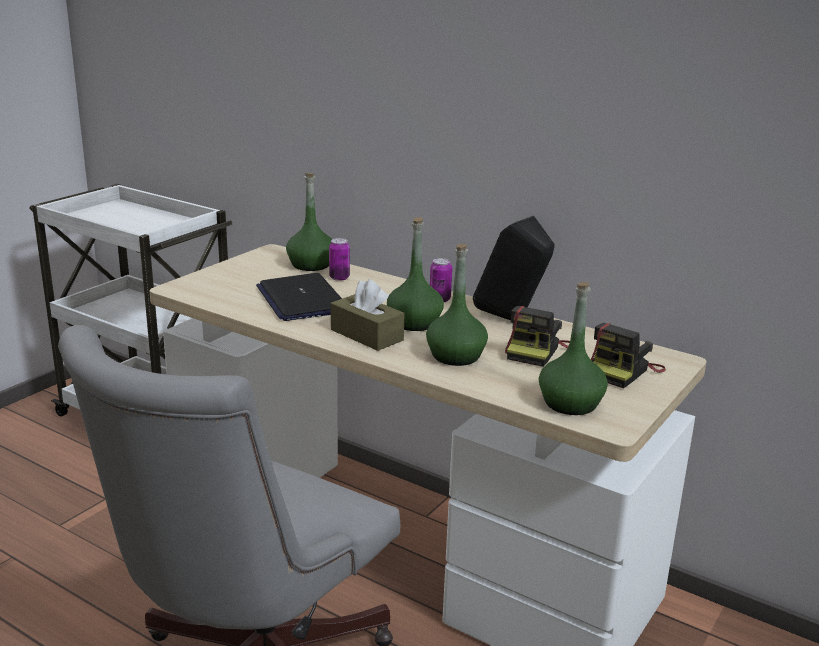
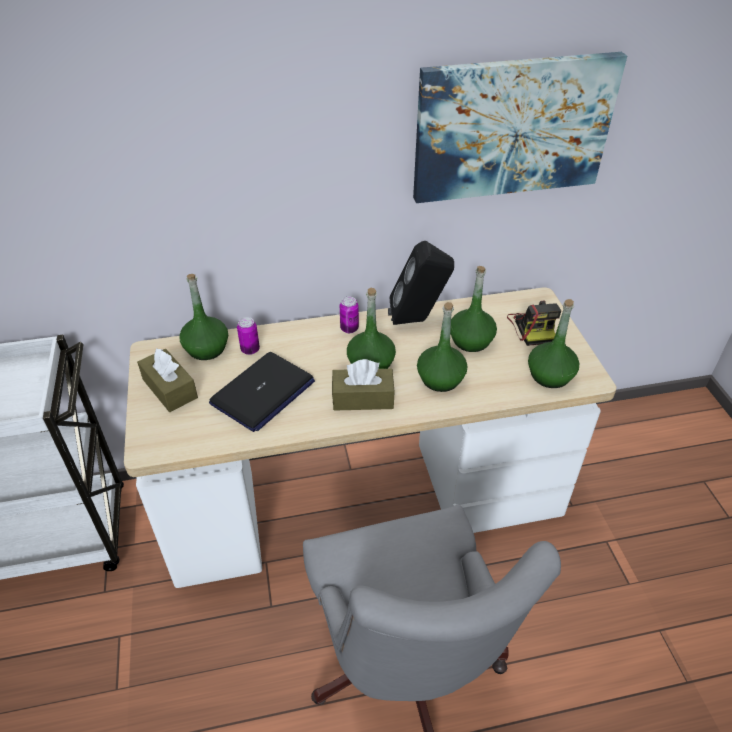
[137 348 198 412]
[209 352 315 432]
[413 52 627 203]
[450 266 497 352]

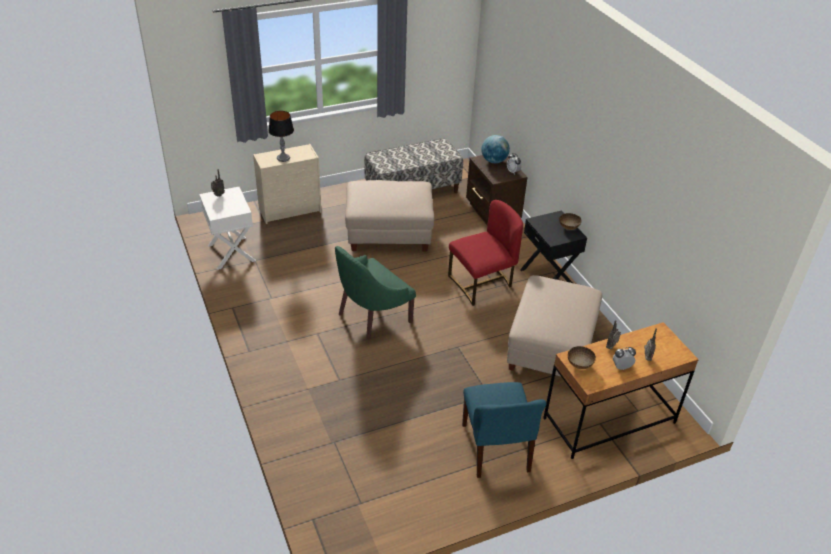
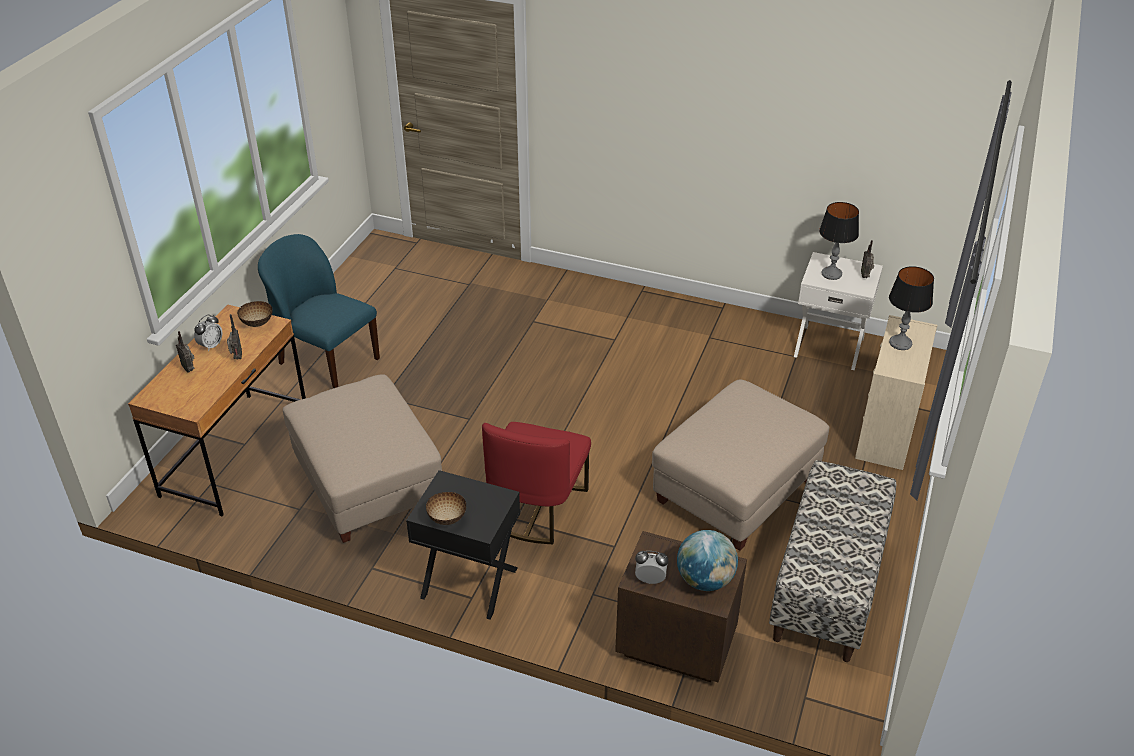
[819 202 859 280]
[335 246 416 340] (first image)

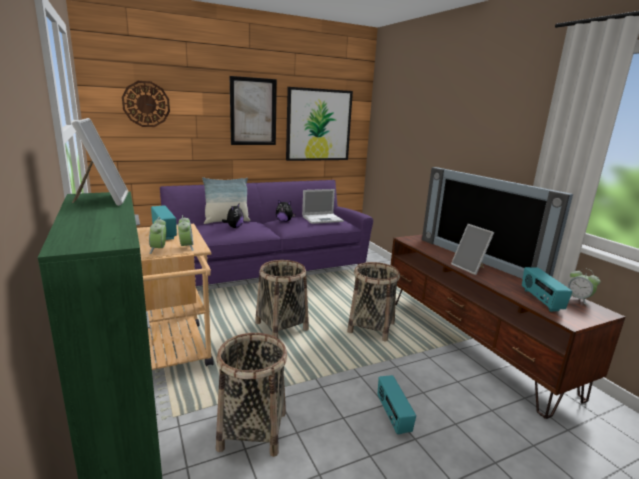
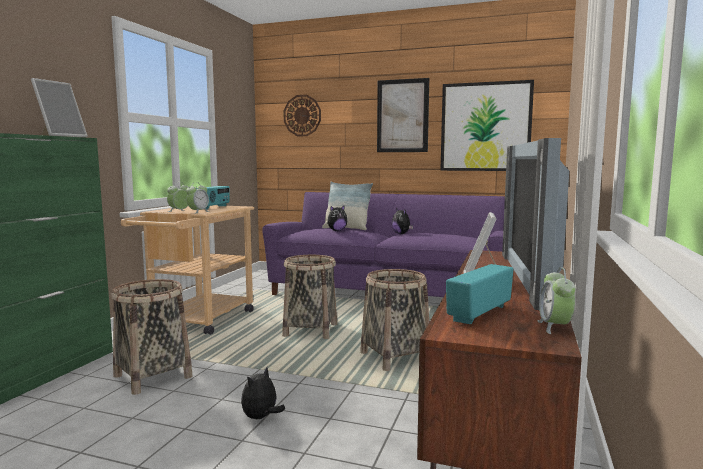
[241 367 285 419]
[302 189 344 224] (first image)

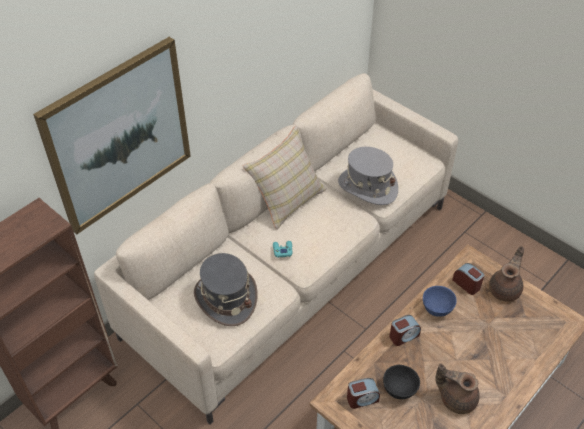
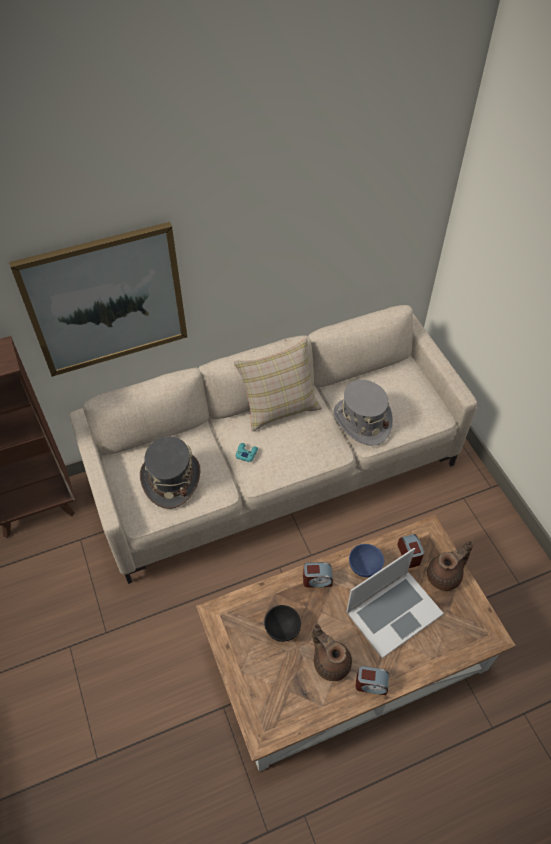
[346 548 444 658]
[356 666 389 695]

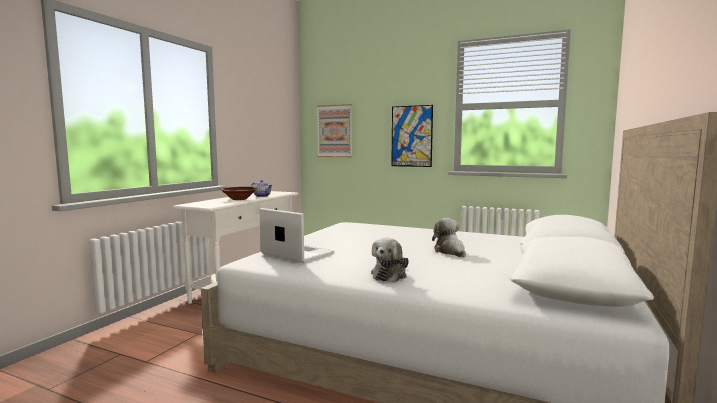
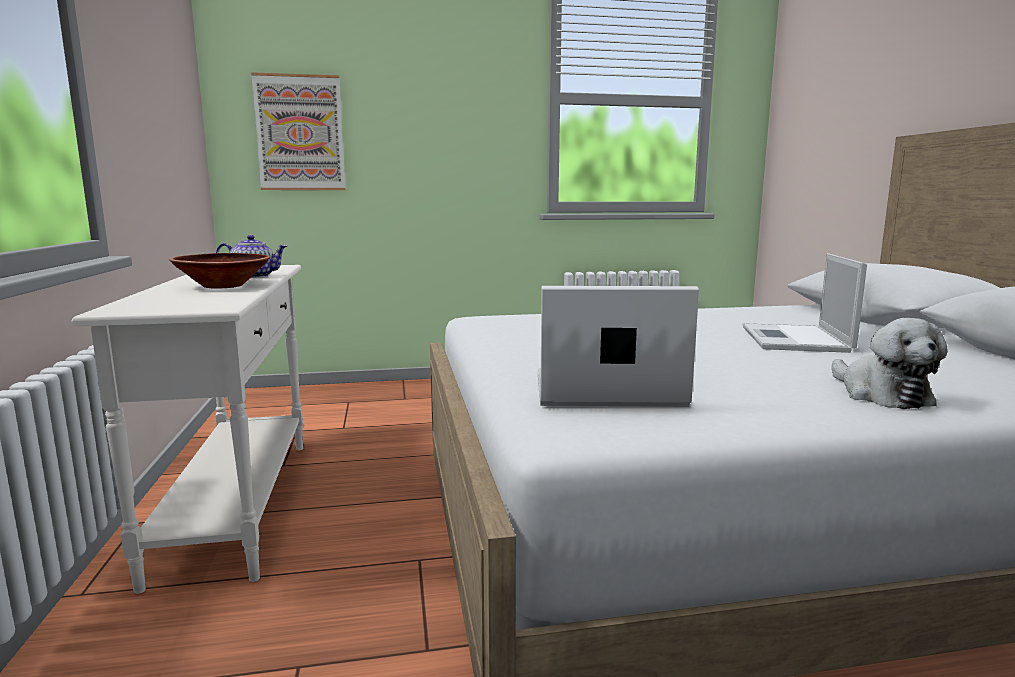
[743 253 867 353]
[391 105 433 167] (first image)

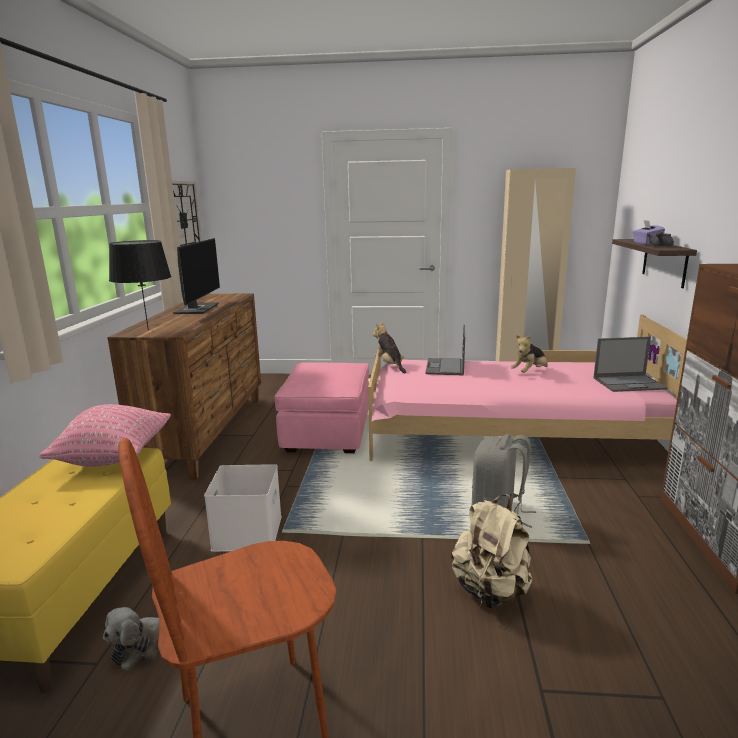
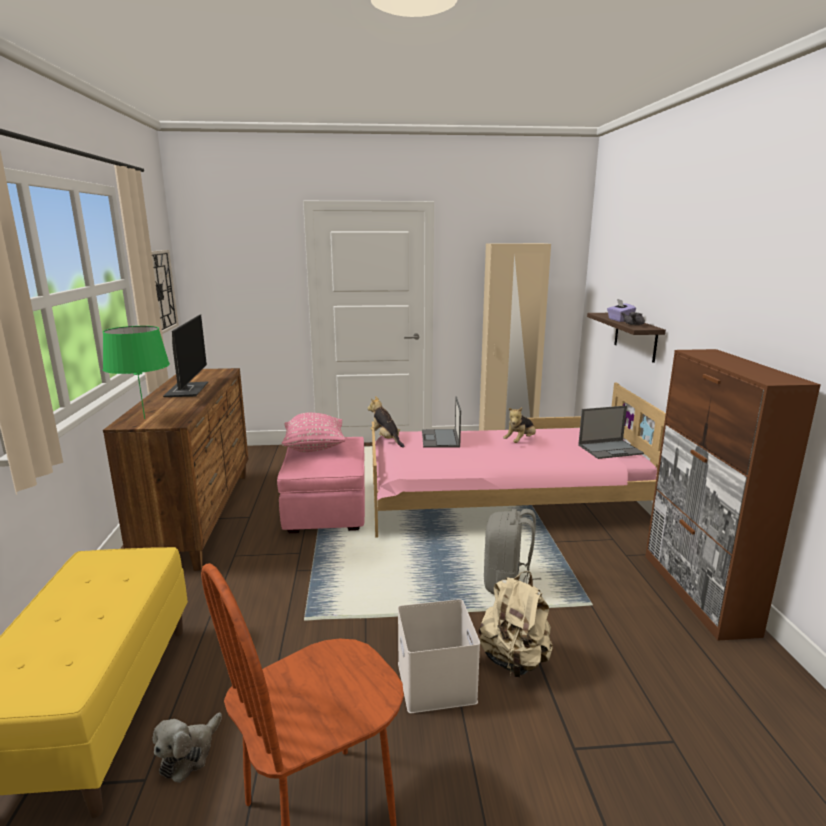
[103 326 170 419]
[282 413 346 452]
[398 599 480 713]

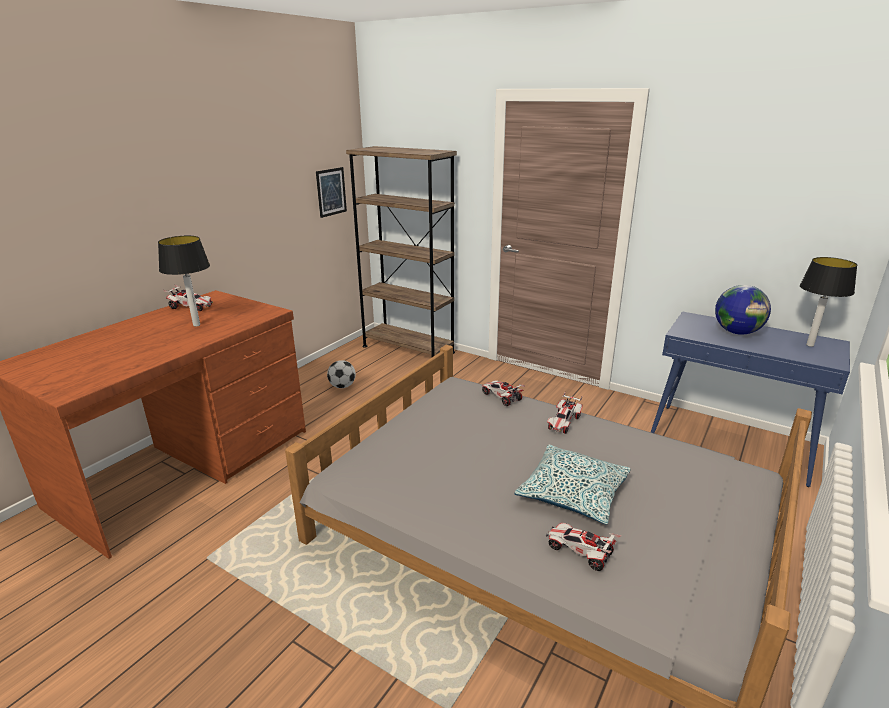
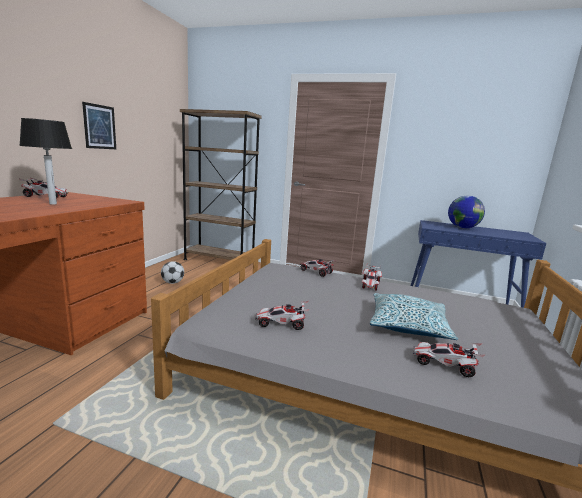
[82 102 116 149]
[255 301 309 330]
[800 257 857 347] (first image)

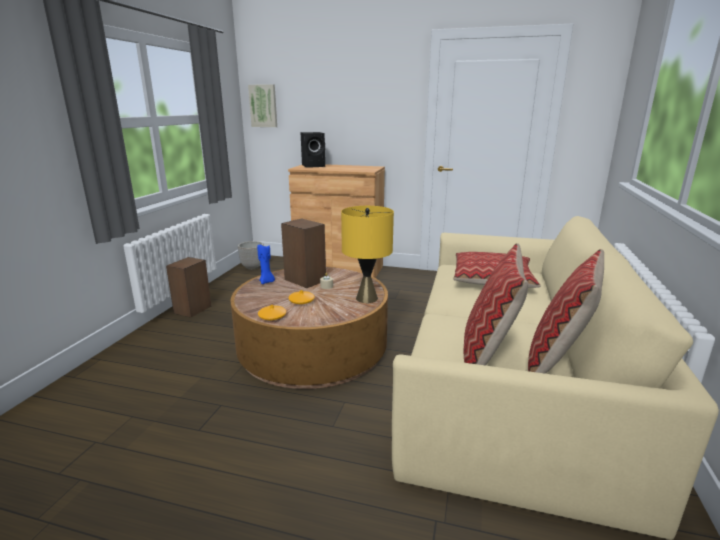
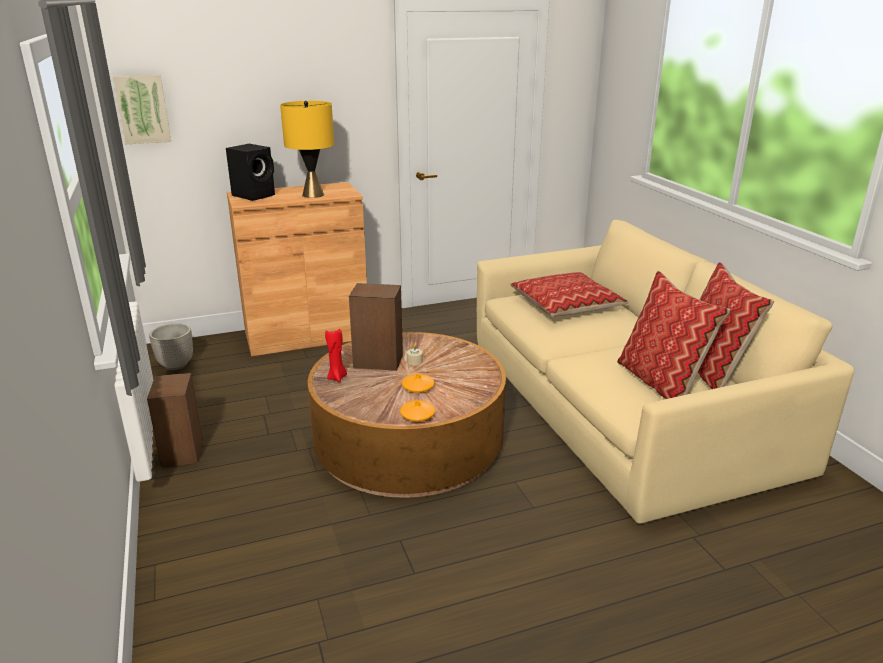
[280 101 334 198]
[325 329 347 382]

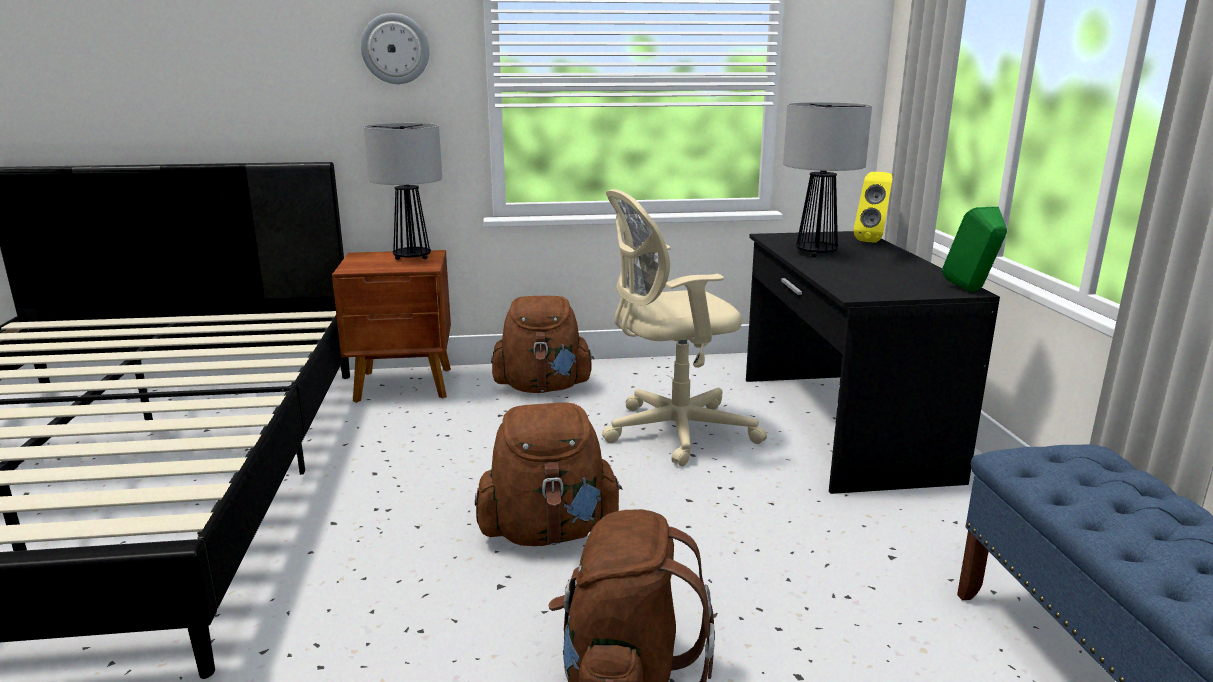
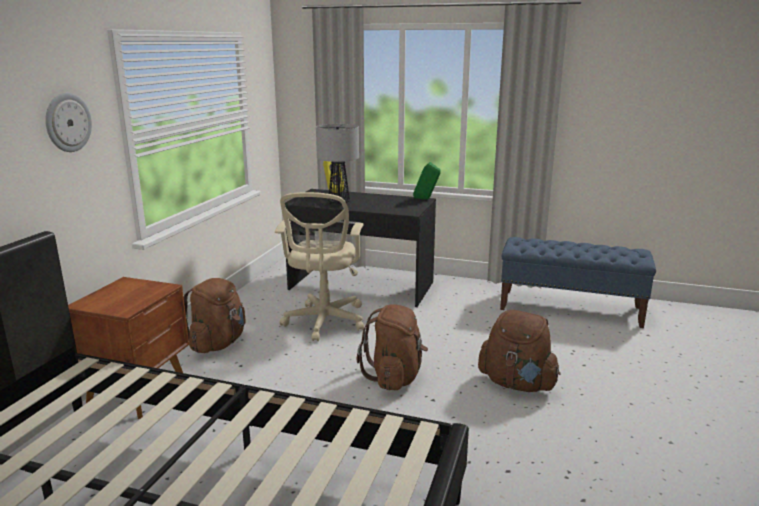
[364 123 442 260] (first image)

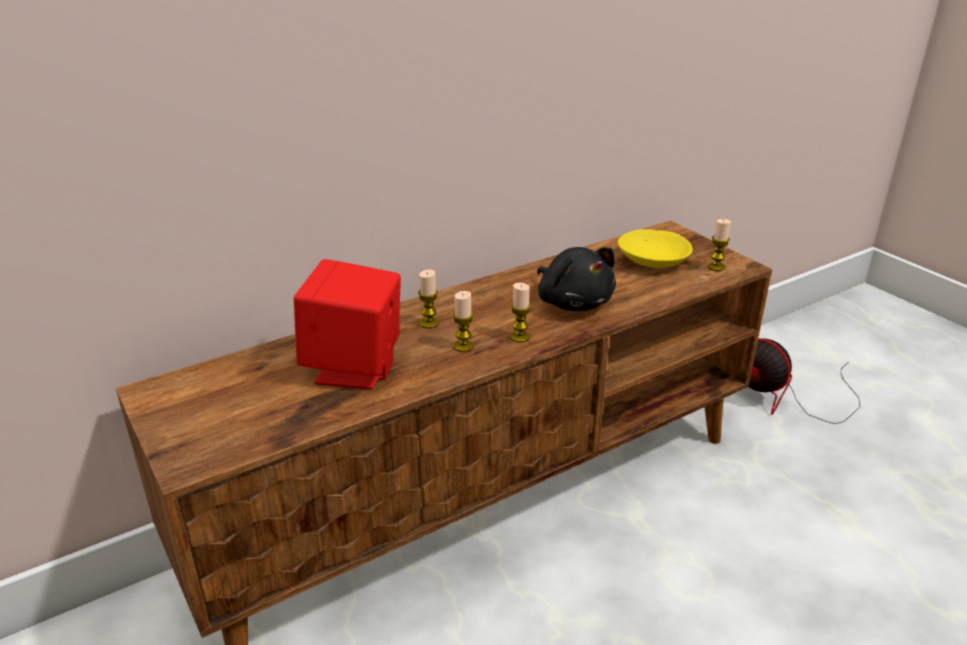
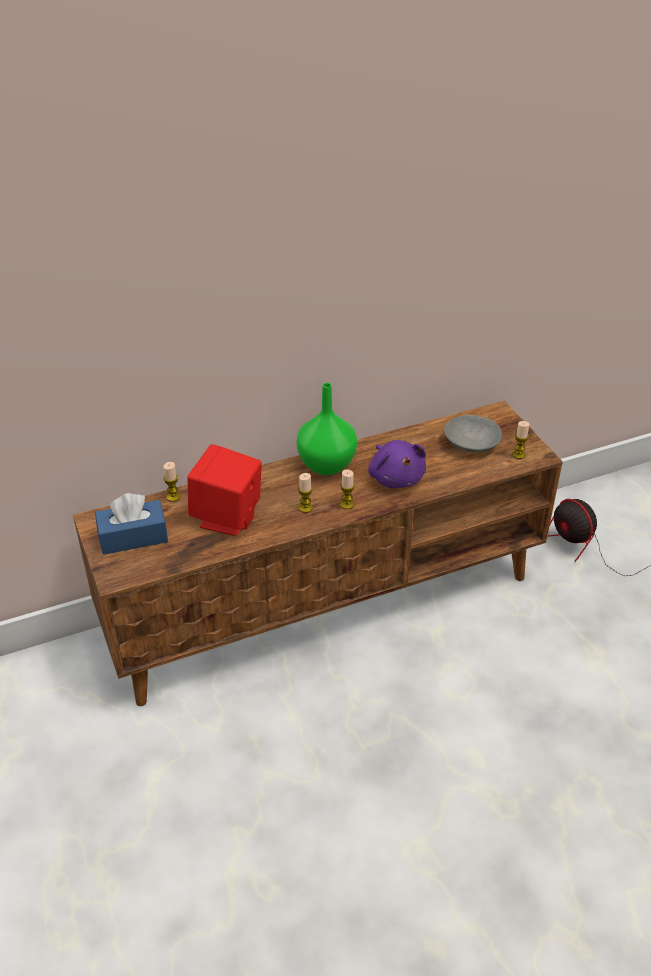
[95 493 168 555]
[163 462 180 502]
[297 383 357 475]
[368 440 426 488]
[444 415 502 453]

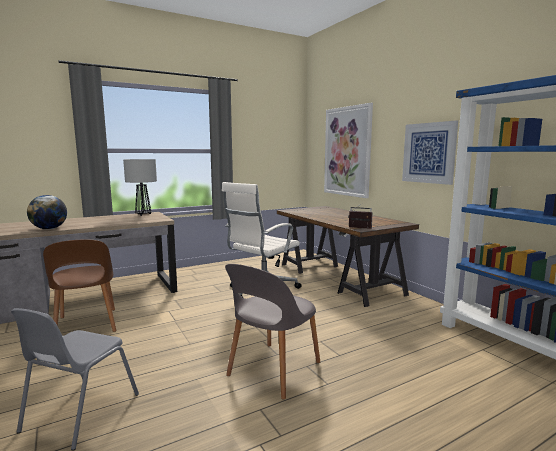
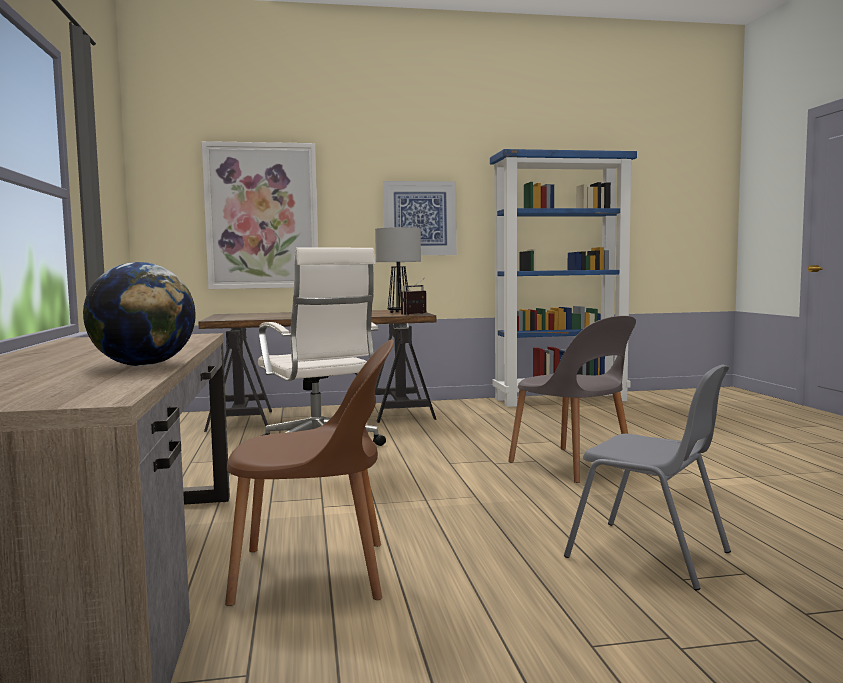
[375 227 421 313]

